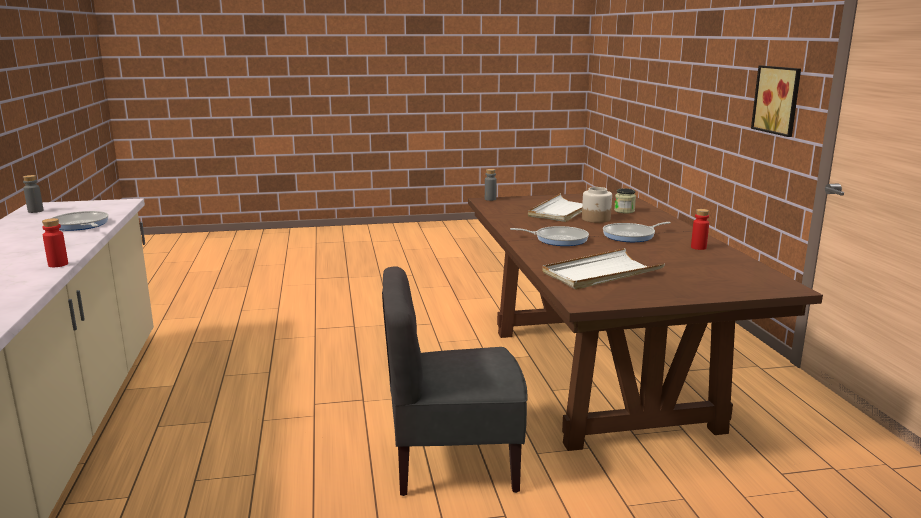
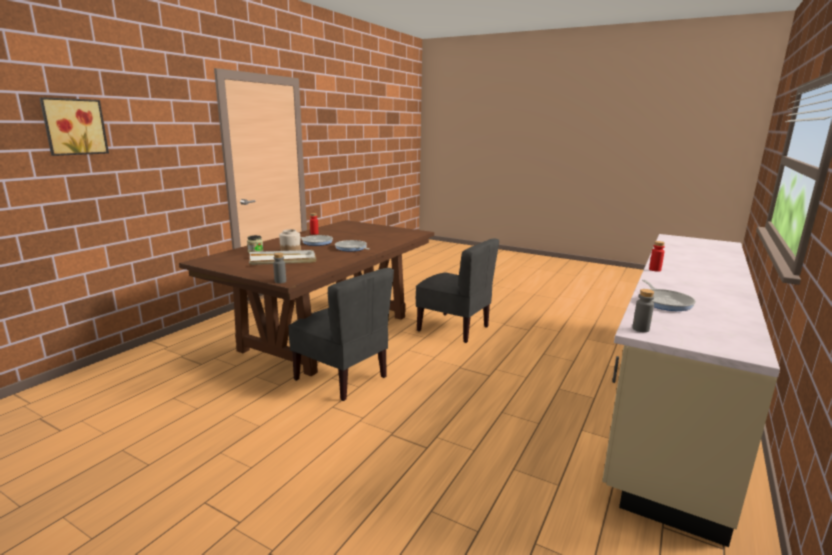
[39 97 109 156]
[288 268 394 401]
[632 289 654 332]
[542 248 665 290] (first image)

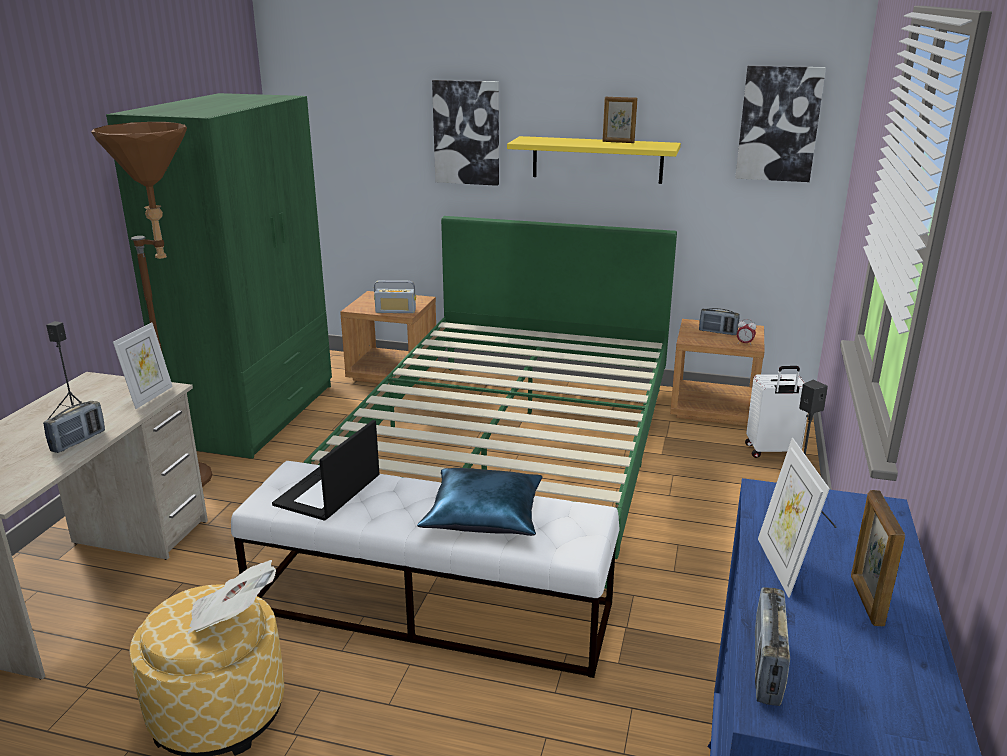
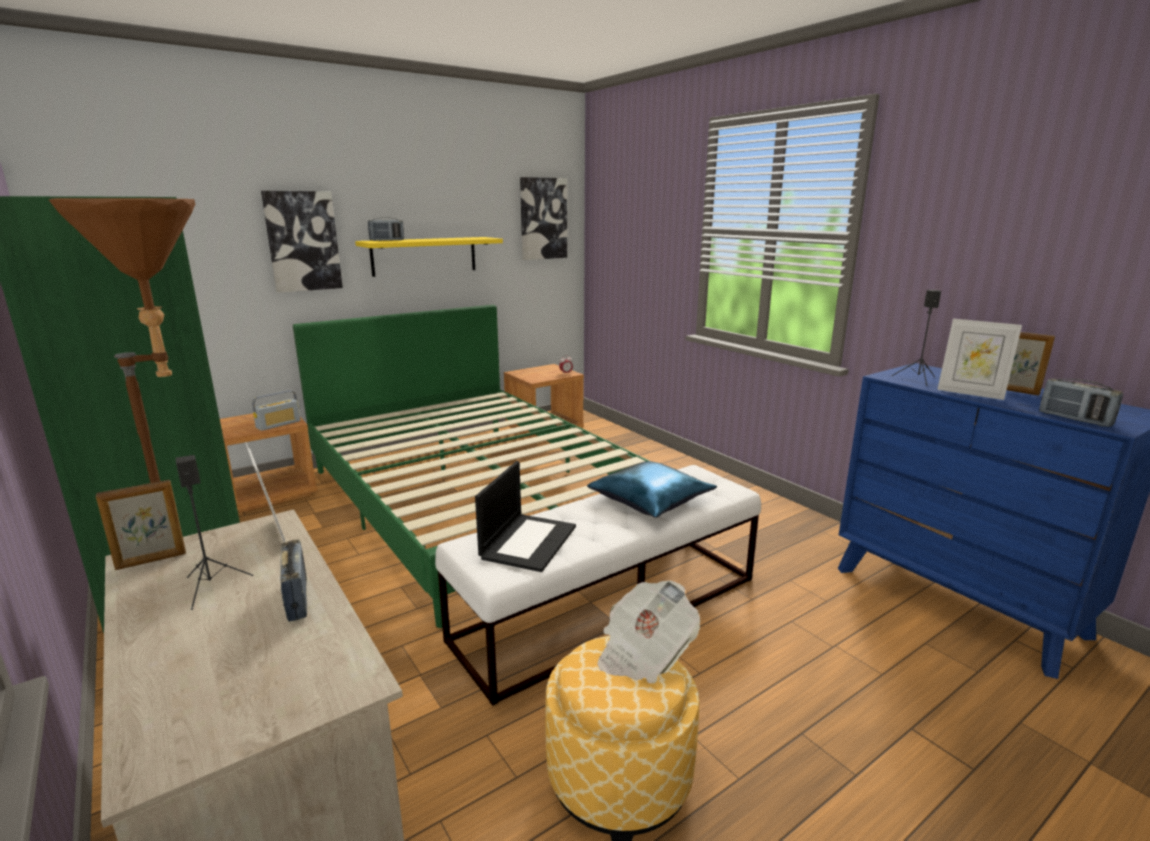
[96 480 186 570]
[368 217 404 241]
[475 461 576 572]
[745 366 808 458] (first image)

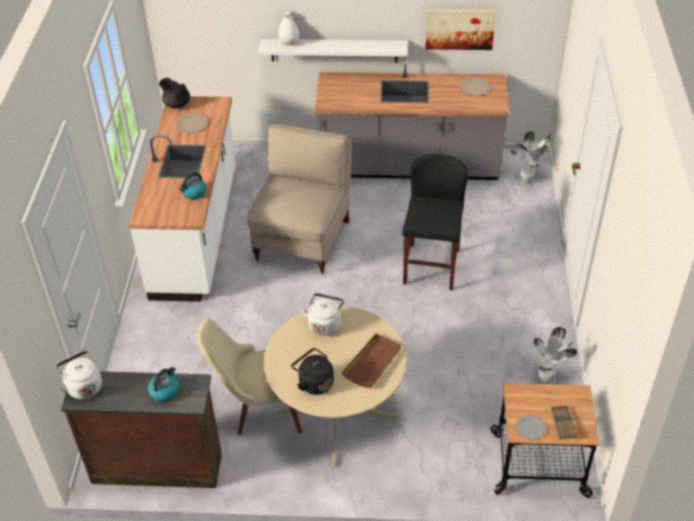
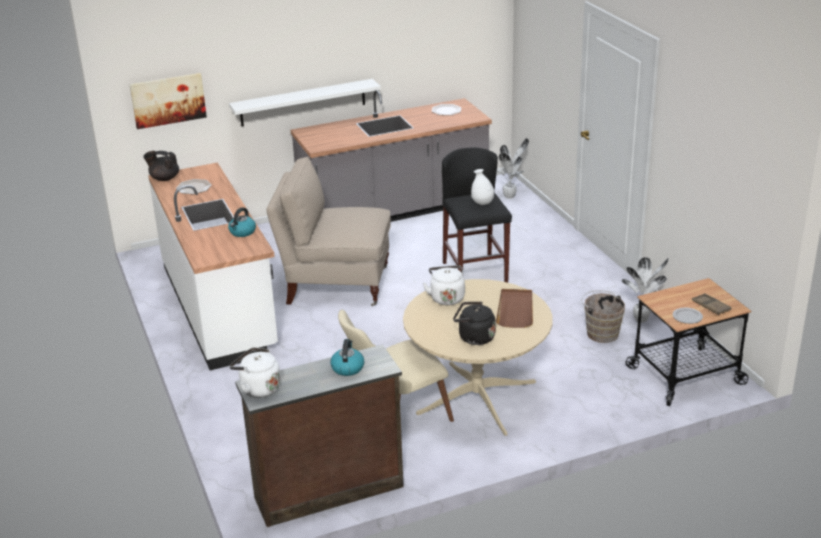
[129 73 207 129]
[266 157 391 306]
[471 169 494 205]
[581 290 625 343]

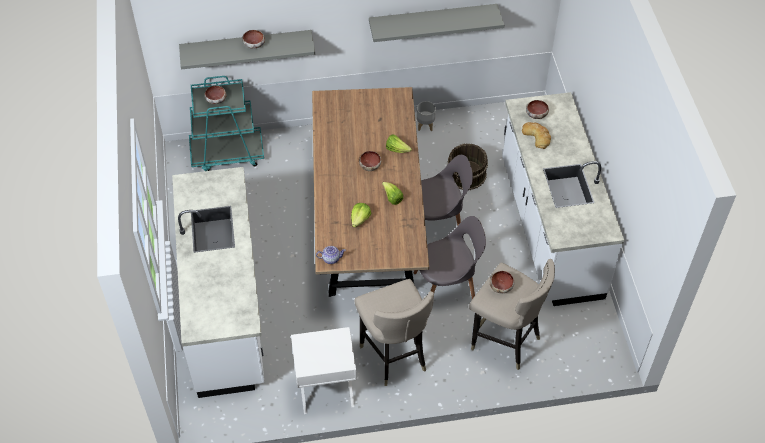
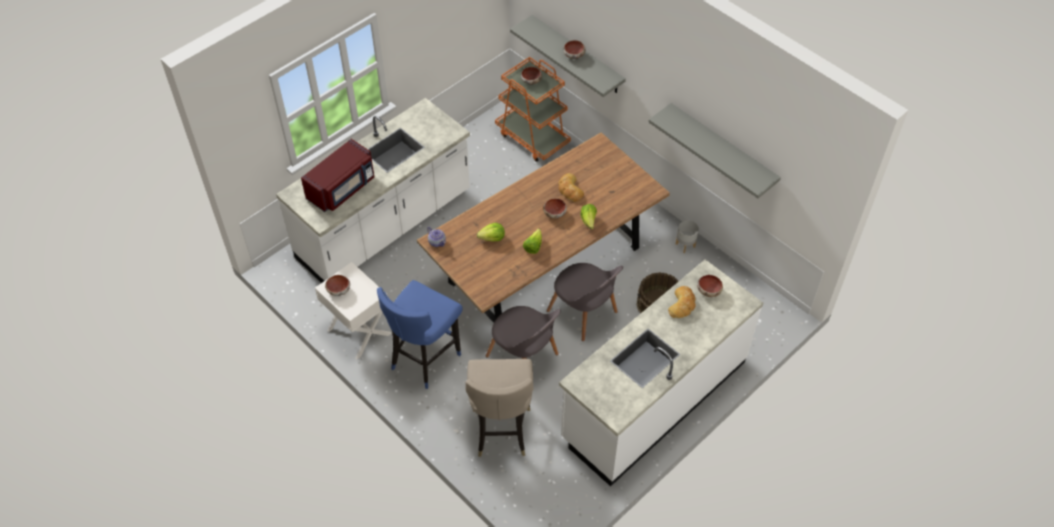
[301 139 374 212]
[325 275 350 296]
[377 280 463 389]
[495 57 571 162]
[558 173 584 202]

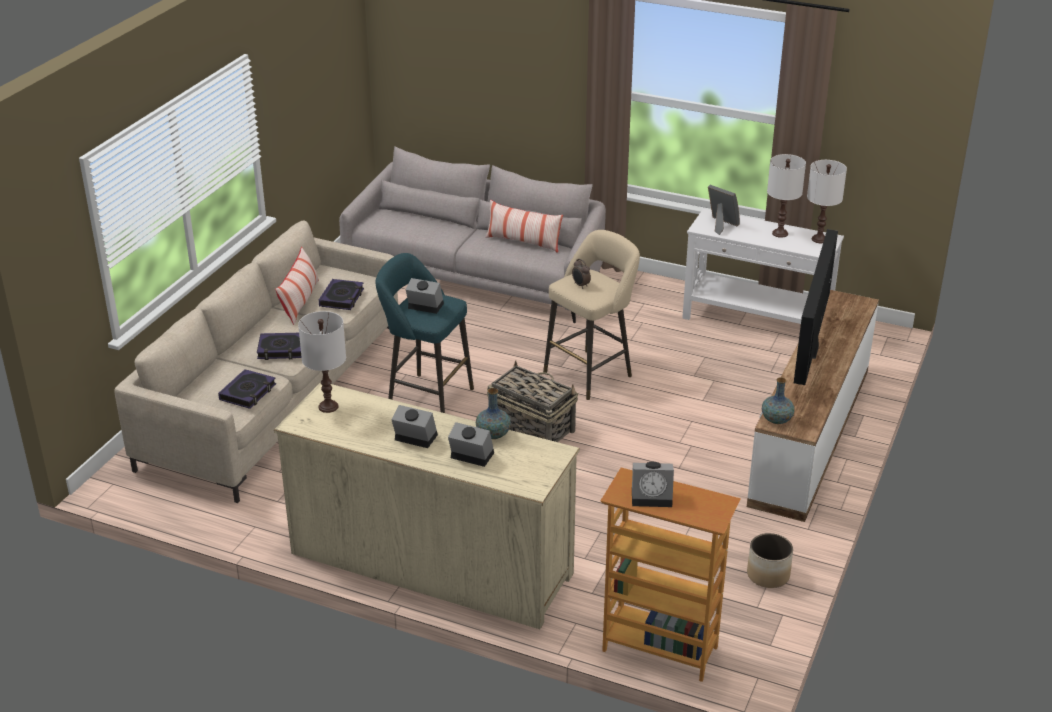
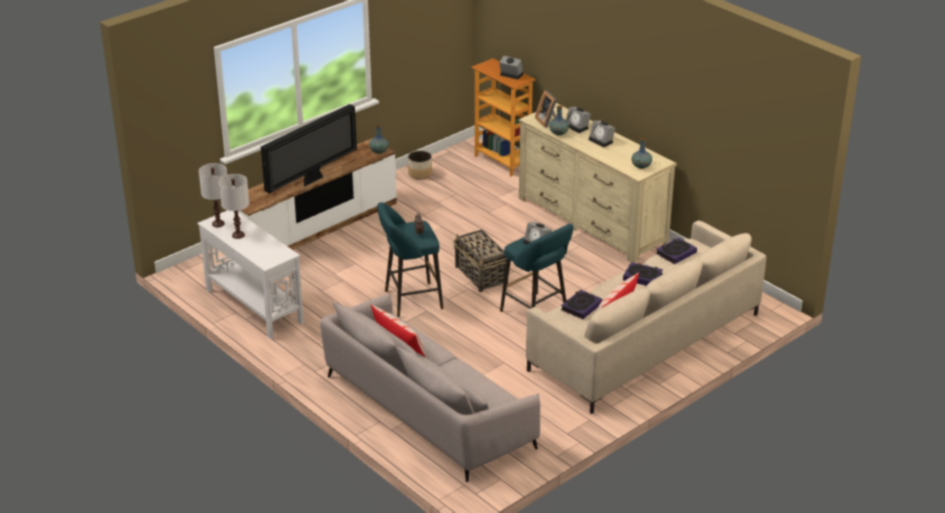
[377 202 444 317]
[535 90 557 128]
[631 138 652 169]

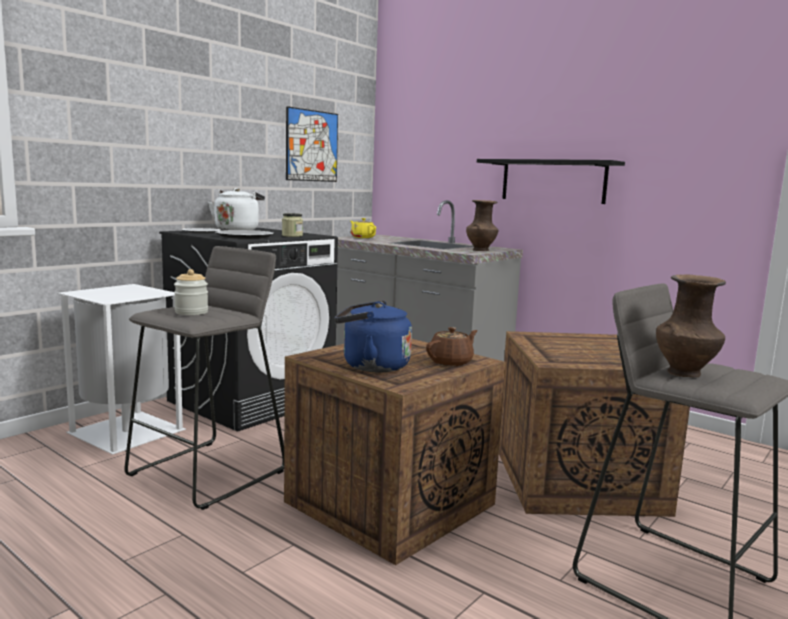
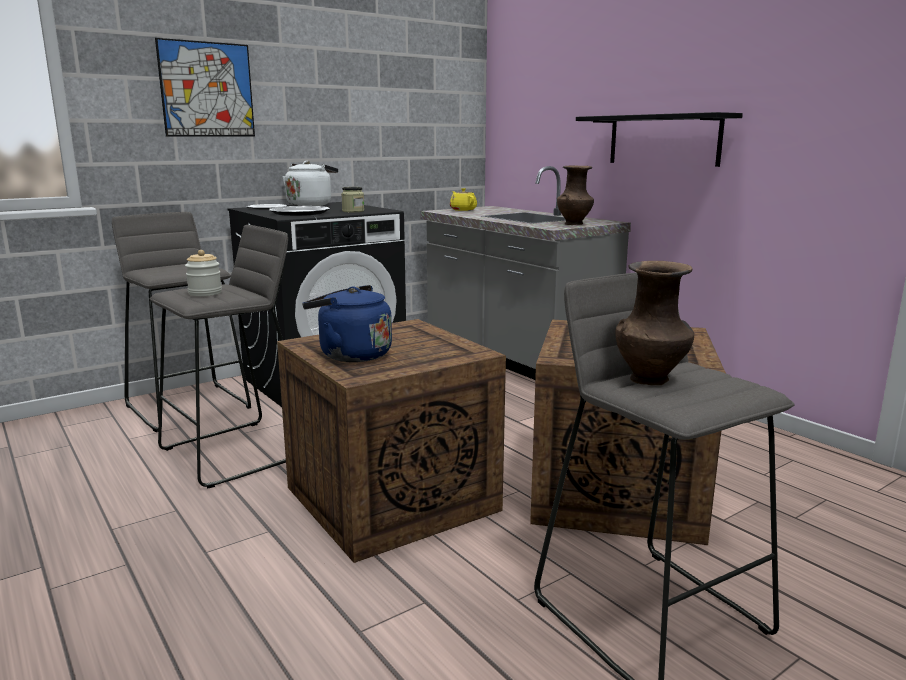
[112 212 251 432]
[155 38 255 136]
[426 327 478 366] (first image)

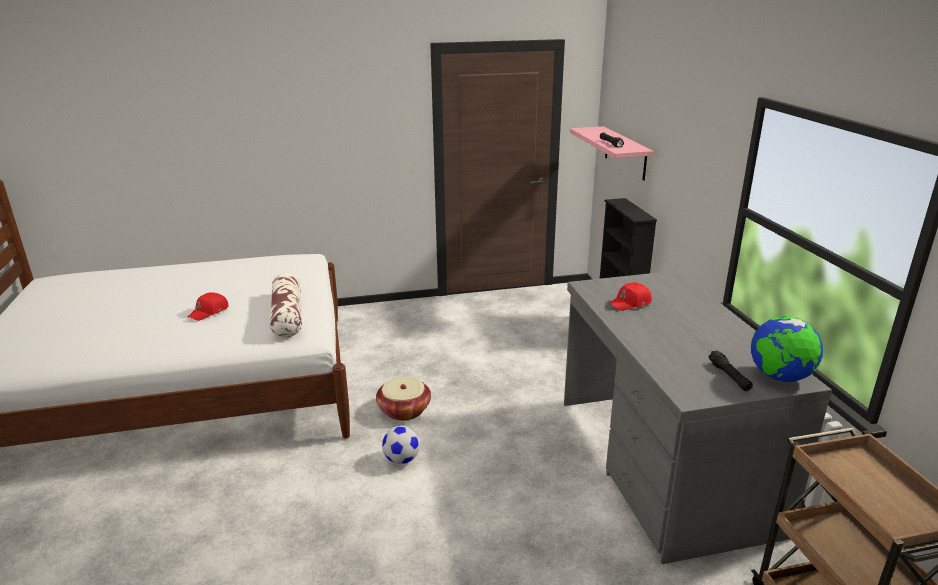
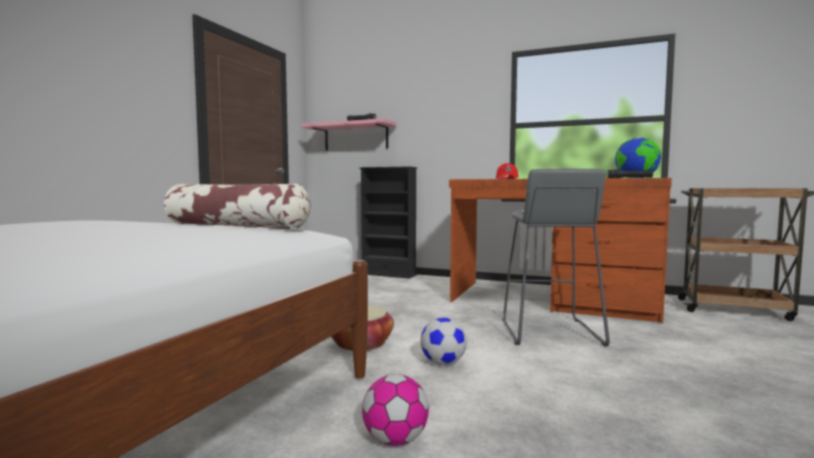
[362 374 429 446]
[449 178 672 323]
[502 169 610 346]
[188 292 229 321] (first image)

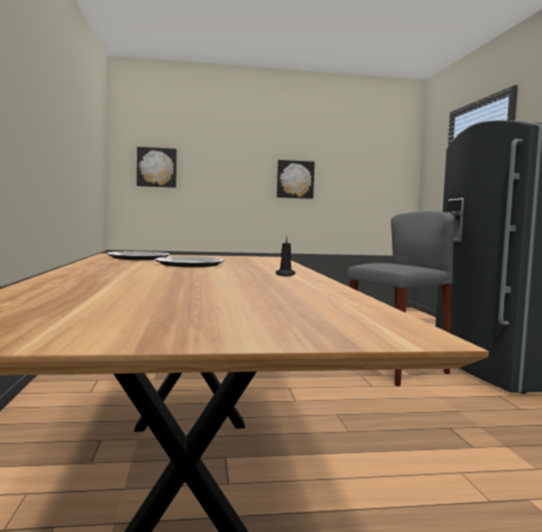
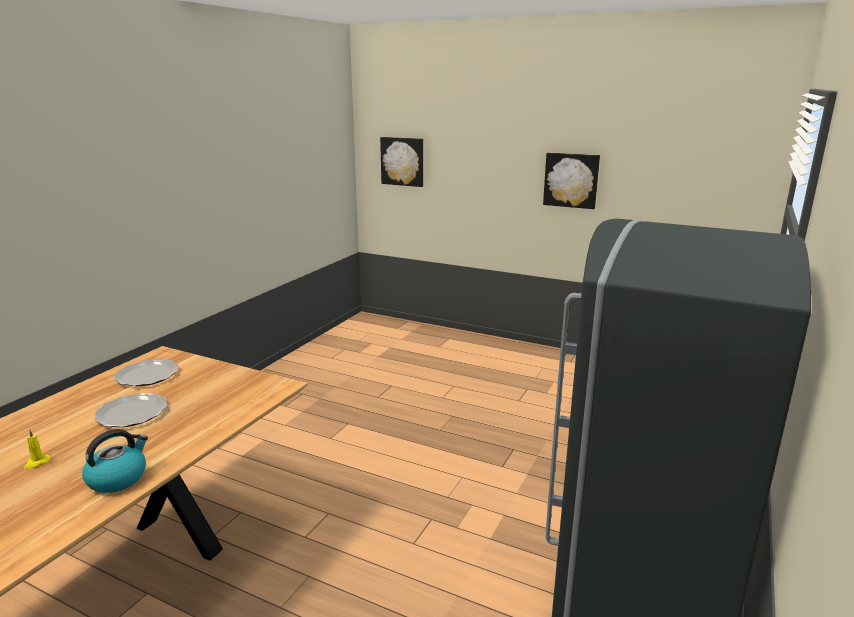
[24 429 51 469]
[82 429 148 493]
[347 211 455 386] (first image)

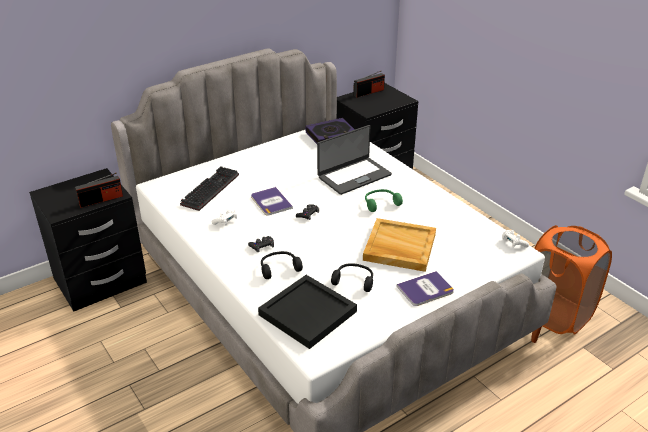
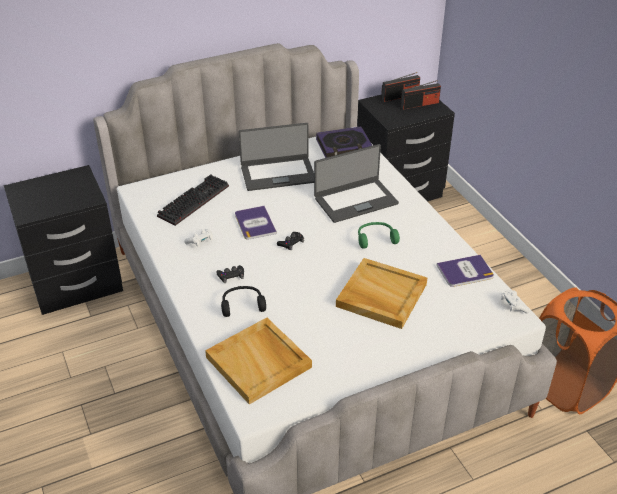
[205 318 312 404]
[239 123 314 191]
[400 80 441 110]
[437 255 494 287]
[331 263 373 292] (first image)

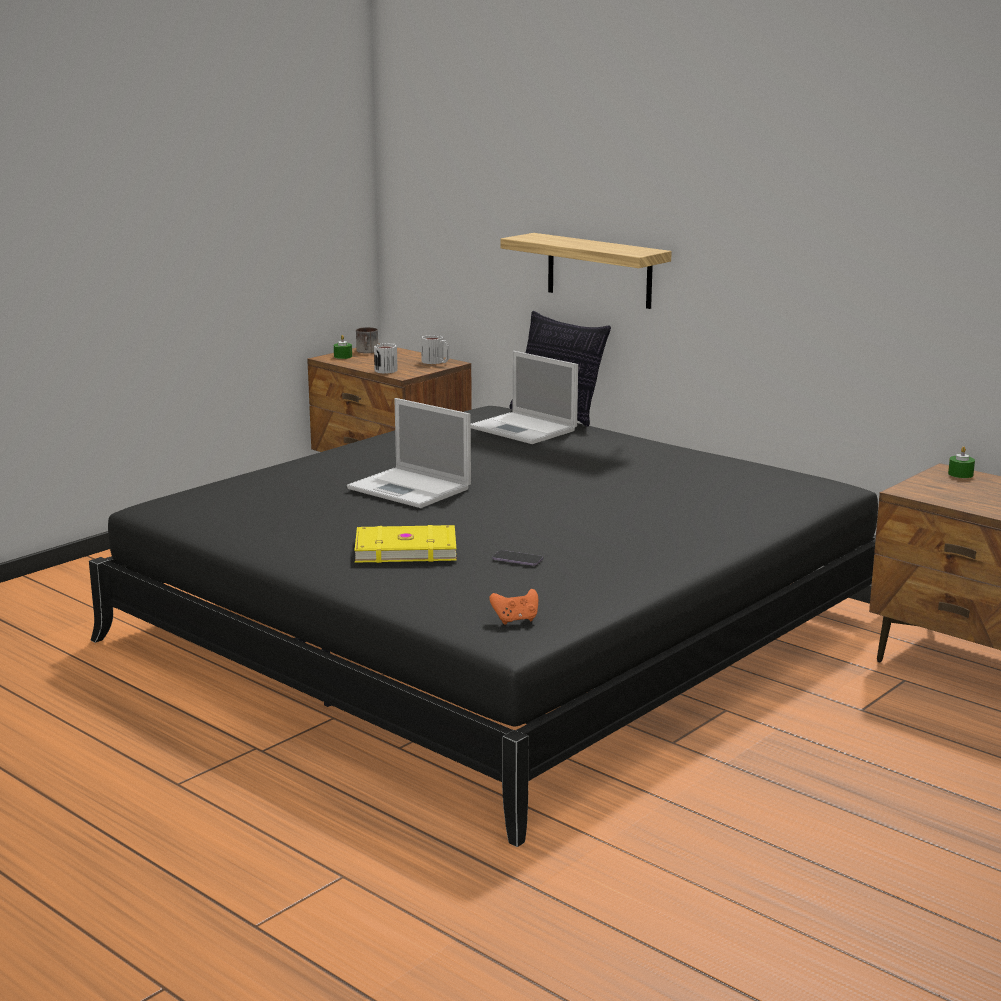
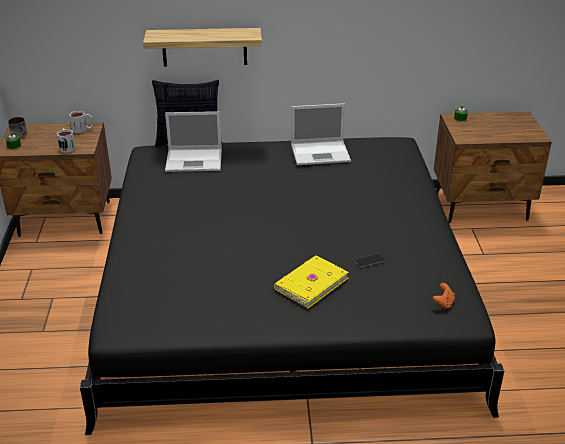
[291 103 351 165]

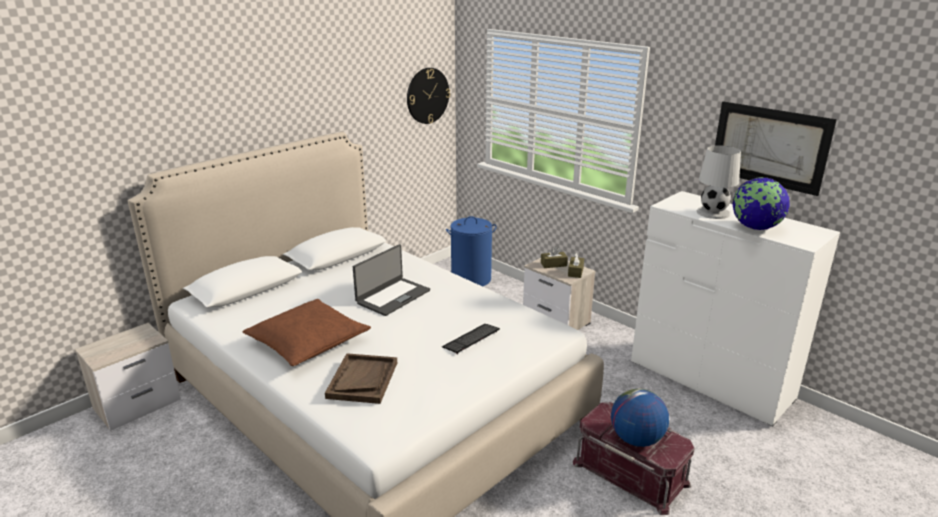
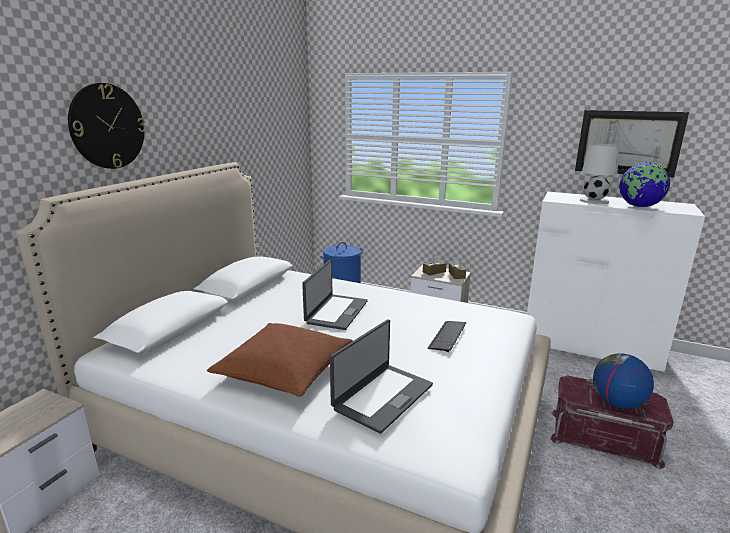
[68 83 146 169]
[330 320 433 434]

